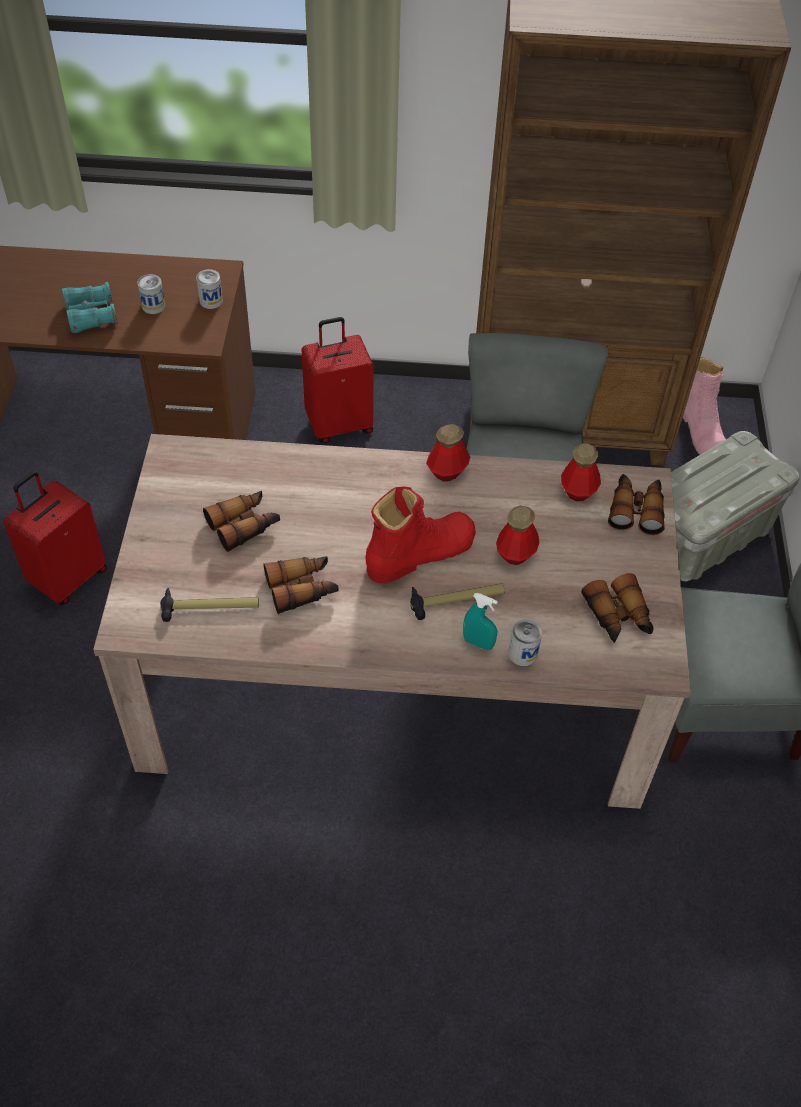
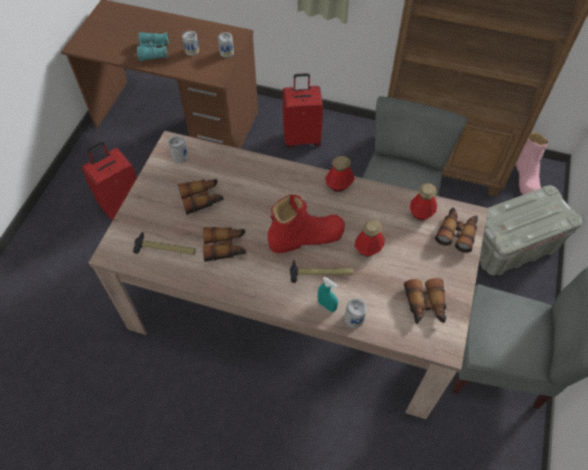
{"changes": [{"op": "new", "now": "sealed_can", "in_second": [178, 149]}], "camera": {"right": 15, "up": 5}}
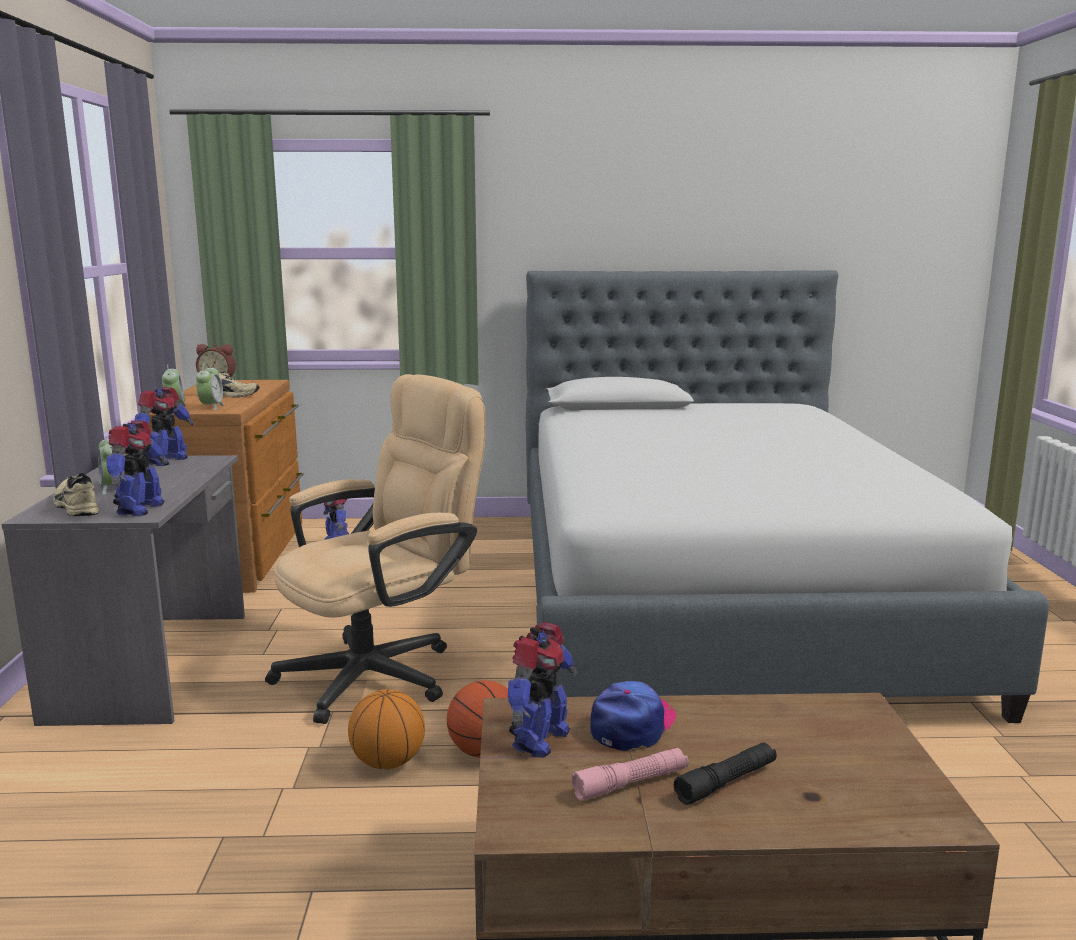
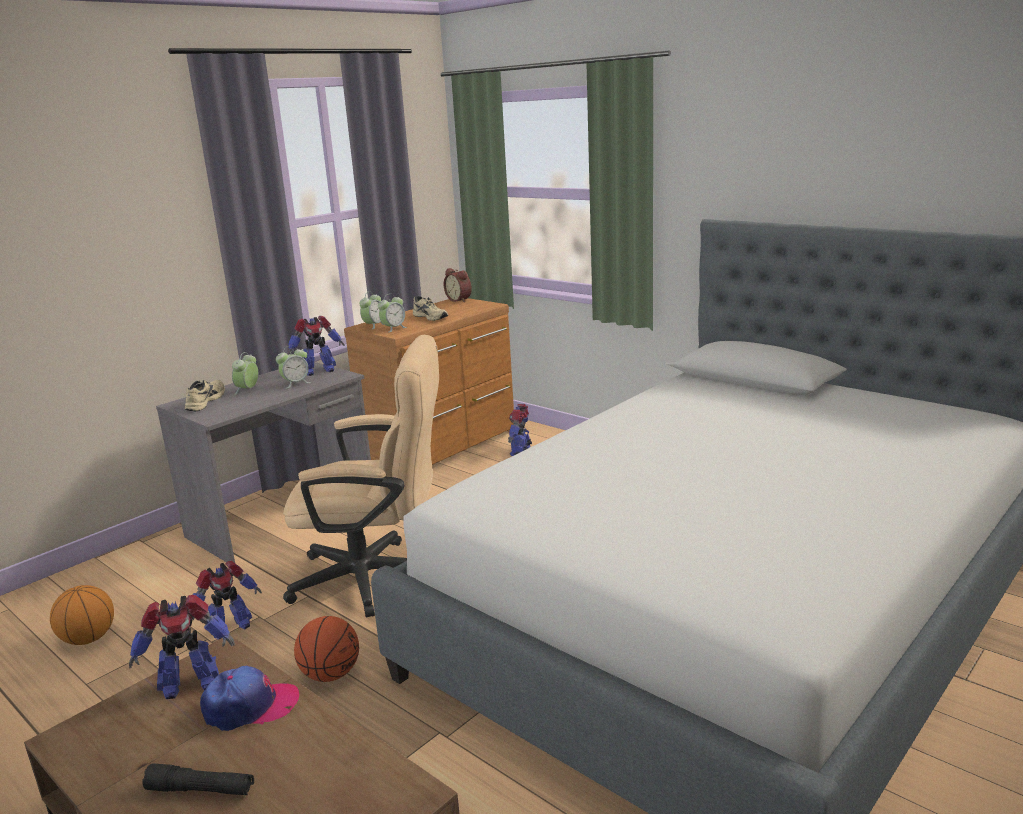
{"changes": [{"op": "gone", "was": "pink_flashlight", "in_first": [630, 774]}, {"op": "new", "now": "alarm_clock", "in_second": [293, 367]}, {"op": "shifted", "was": "robot_figure", "in_first": [136, 468], "in_second": [227, 600]}, {"op": "shifted", "was": "basketball", "in_first": [386, 729], "in_second": [82, 615]}], "camera": {"right": 45, "up": 5}}
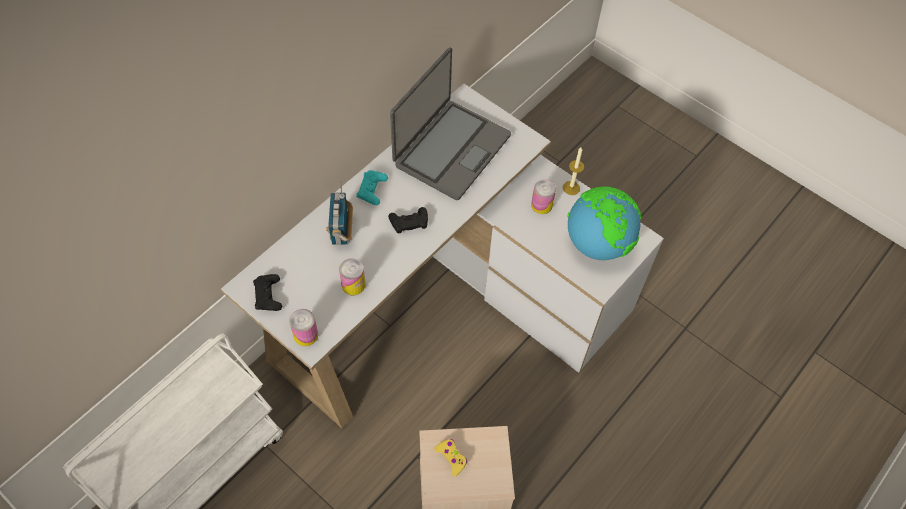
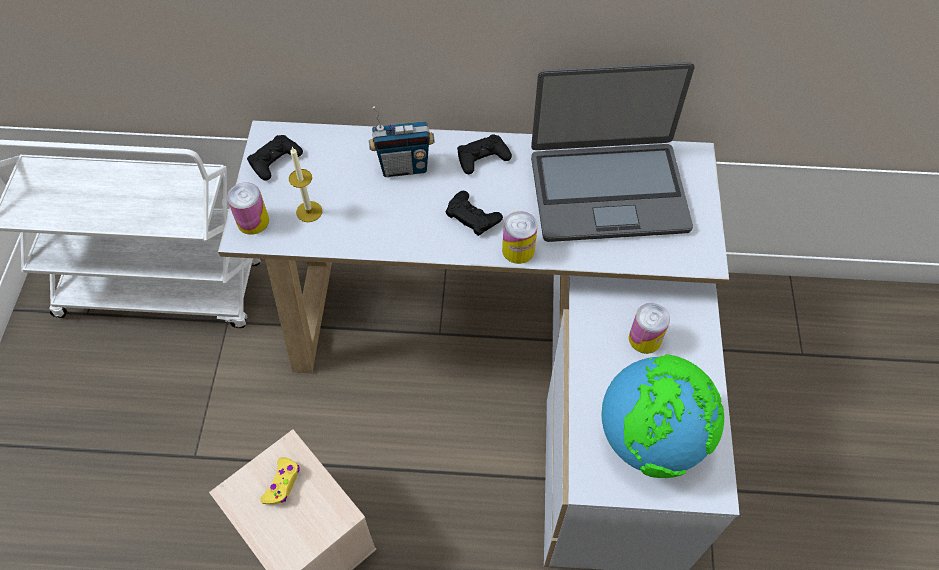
{"changes": [{"op": "shifted", "was": "sealed_can", "in_first": [352, 276], "in_second": [519, 237]}, {"op": "shifted", "was": "wax_candle", "in_first": [573, 171], "in_second": [305, 184]}, {"op": "repainted", "was": "turquoise_joypad", "now": "black-coloured_joypad", "in_first": [372, 187], "in_second": [484, 154]}, {"op": "rotated", "was": "radio", "in_first": [339, 212], "in_second": [402, 141], "clockwise": -150}], "camera": {"right": 55, "up": 0}}
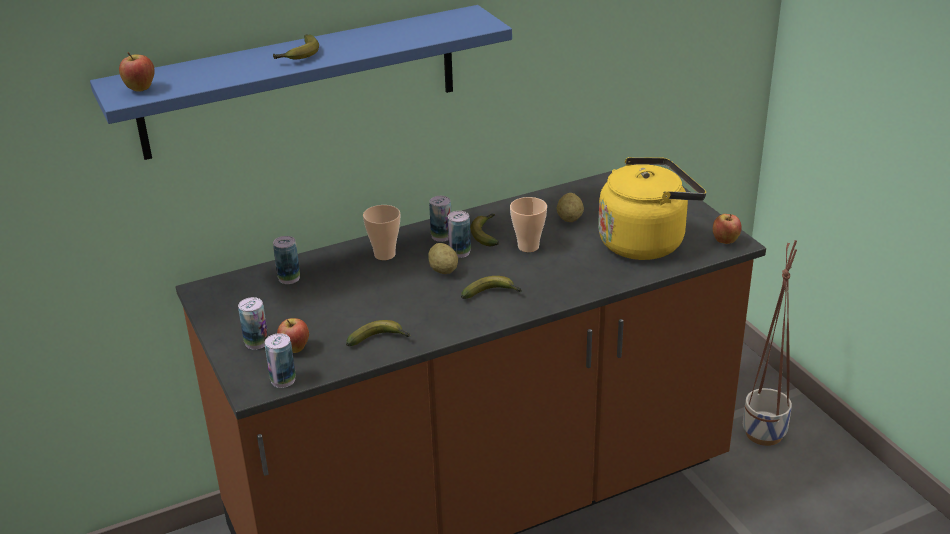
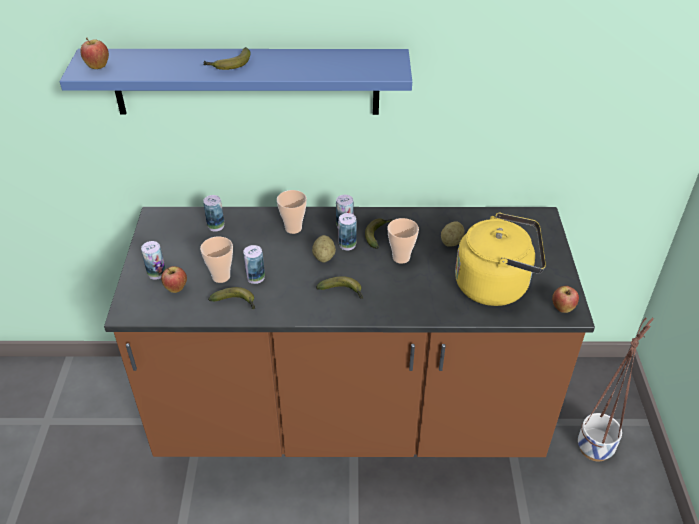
{"changes": [{"op": "new", "now": "small_cup", "in_second": [216, 259]}, {"op": "shifted", "was": "sealed_can", "in_first": [280, 360], "in_second": [254, 264]}], "camera": {"right": 25, "up": 10}}
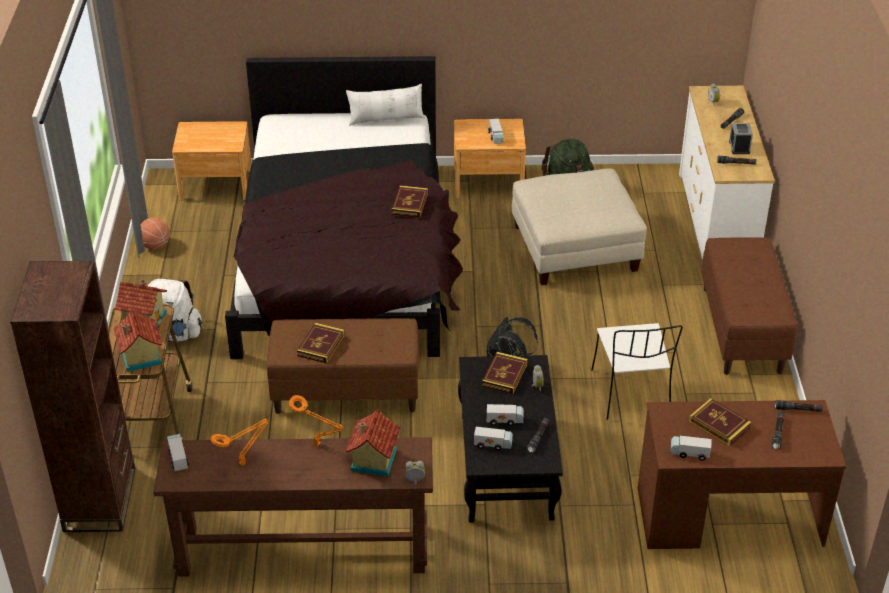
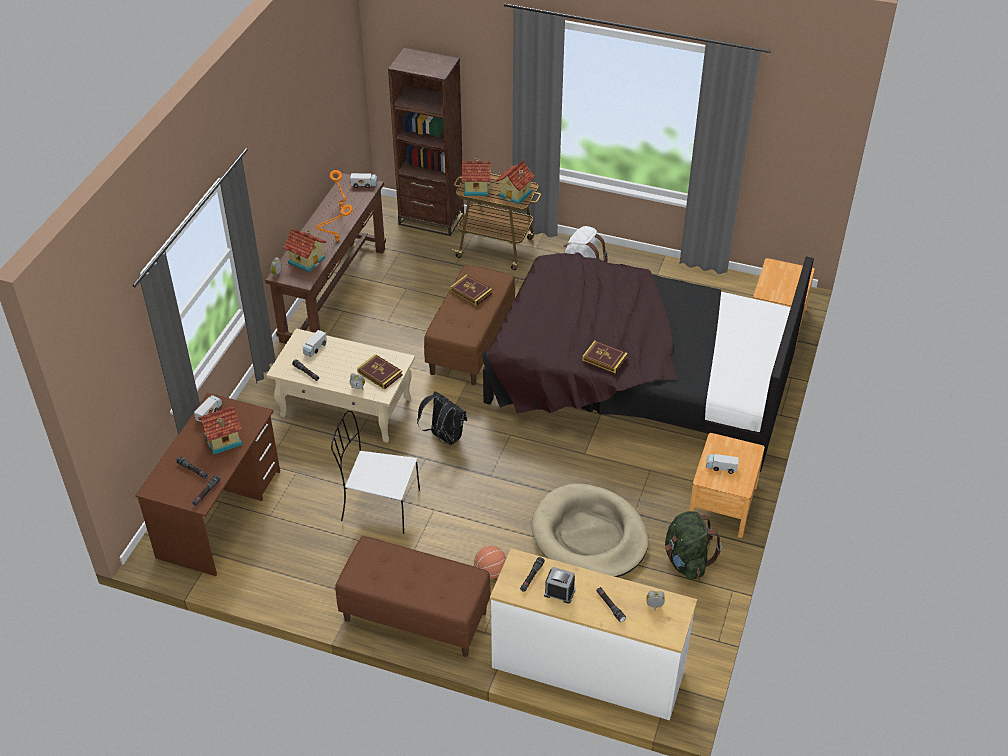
{"changes": [{"op": "gone", "was": "whitish_cushion", "in_first": [385, 105]}, {"op": "gone", "was": "toy_truck", "in_first": [505, 415]}, {"op": "shifted", "was": "basketball", "in_first": [155, 234], "in_second": [490, 563]}, {"op": "swapped", "was": "sand-coloured_ottoman", "now": "sand-coloured_dog_bed", "in_first": [579, 227], "in_second": [590, 530]}, {"op": "swapped", "was": "book", "now": "model_house", "in_first": [720, 422], "in_second": [220, 431]}, {"op": "repainted", "was": "black-coloured_low_table", "now": "sand-coloured_low_table", "in_first": [510, 439], "in_second": [340, 385]}], "camera": {"right": 110, "up": 5}}
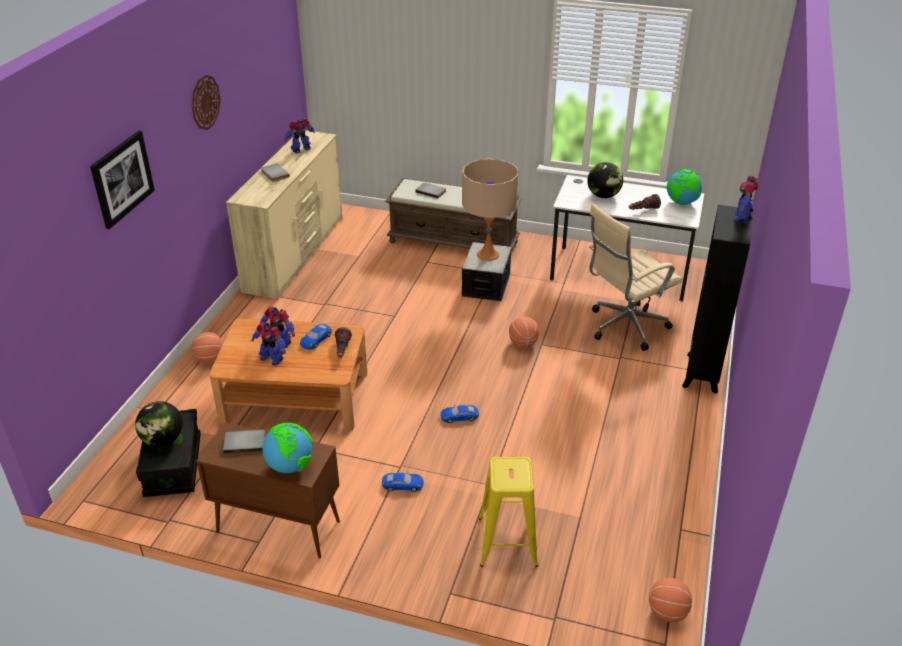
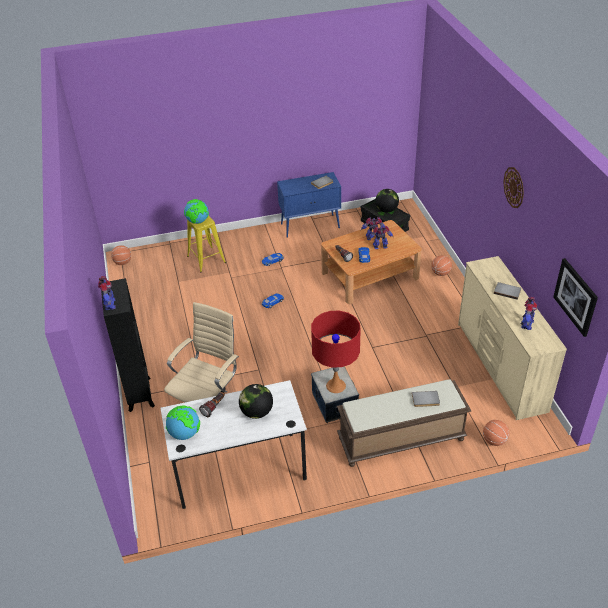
{"changes": [{"op": "shifted", "was": "wall_art", "in_first": [122, 180], "in_second": [575, 297]}, {"op": "shifted", "was": "world_globe", "in_first": [288, 448], "in_second": [196, 211]}, {"op": "shifted", "was": "basketball", "in_first": [524, 332], "in_second": [496, 433]}, {"op": "repainted", "was": "brown_cabinet", "now": "blue-coloured_cabinet", "in_first": [268, 490], "in_second": [309, 205]}, {"op": "repainted", "was": "sand-coloured_tabletop_lamp", "now": "red_tabletop_lamp", "in_first": [490, 210], "in_second": [336, 352]}], "camera": {"right": 150, "up": 5}}
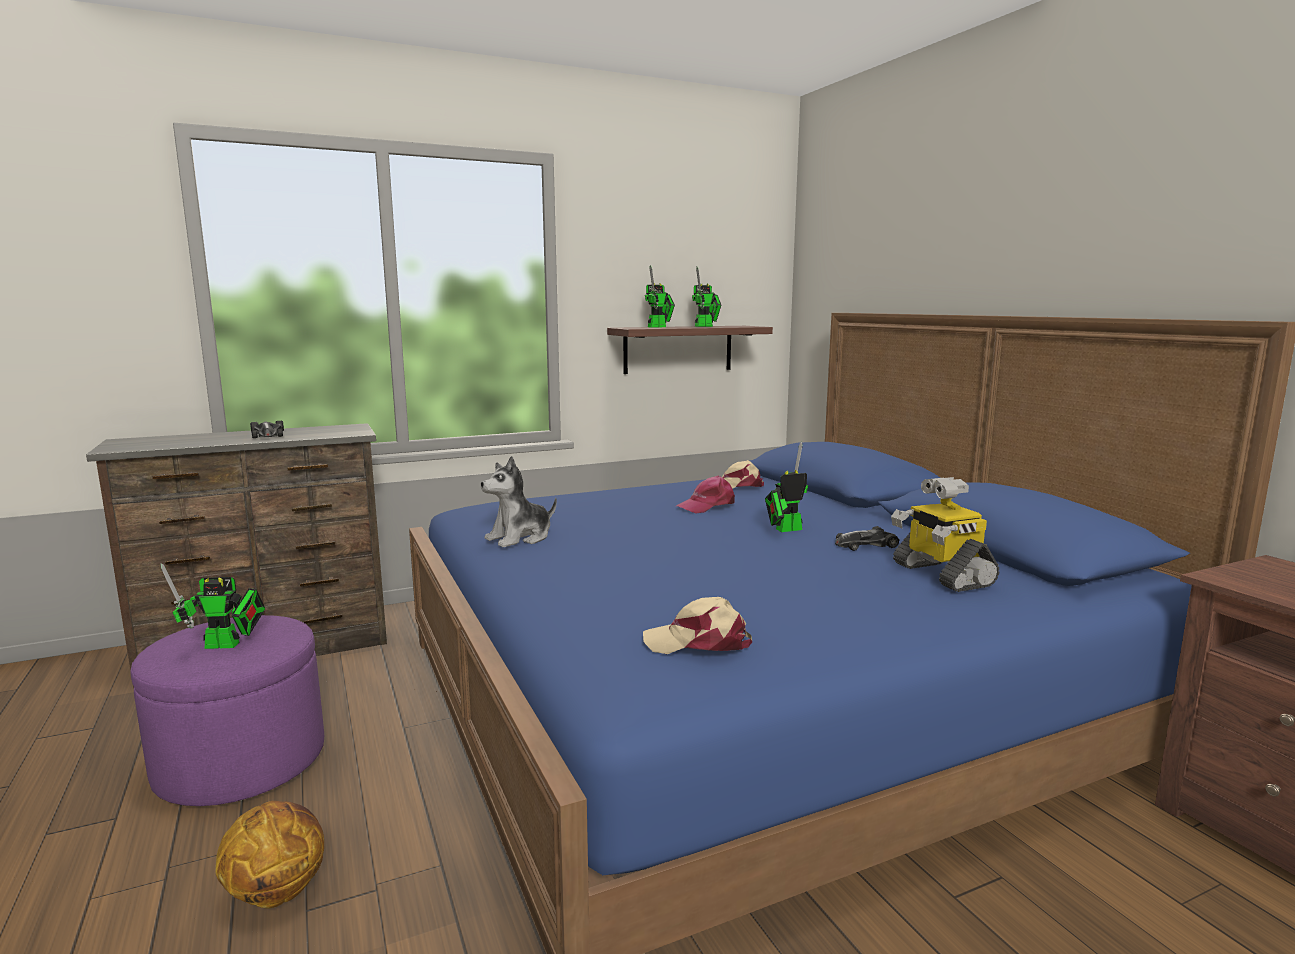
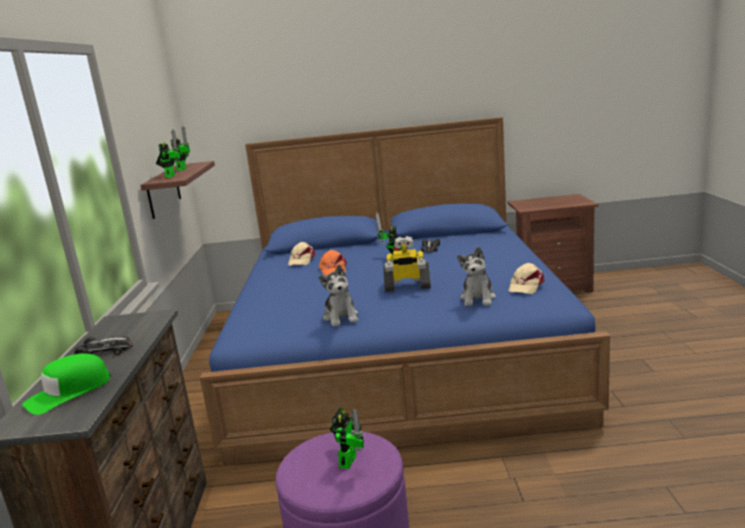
{"changes": [{"op": "gone", "was": "basketball", "in_first": [269, 855]}, {"op": "new", "now": "green-coloured_cap", "in_second": [66, 384]}, {"op": "new", "now": "plush_toy", "in_second": [476, 276]}, {"op": "shifted", "was": "robot_figure", "in_first": [945, 534], "in_second": [407, 264]}, {"op": "repainted", "was": "pink_cap", "now": "orange-coloured_cap", "in_first": [705, 495], "in_second": [333, 263]}], "camera": {"right": -65, "up": 5}}
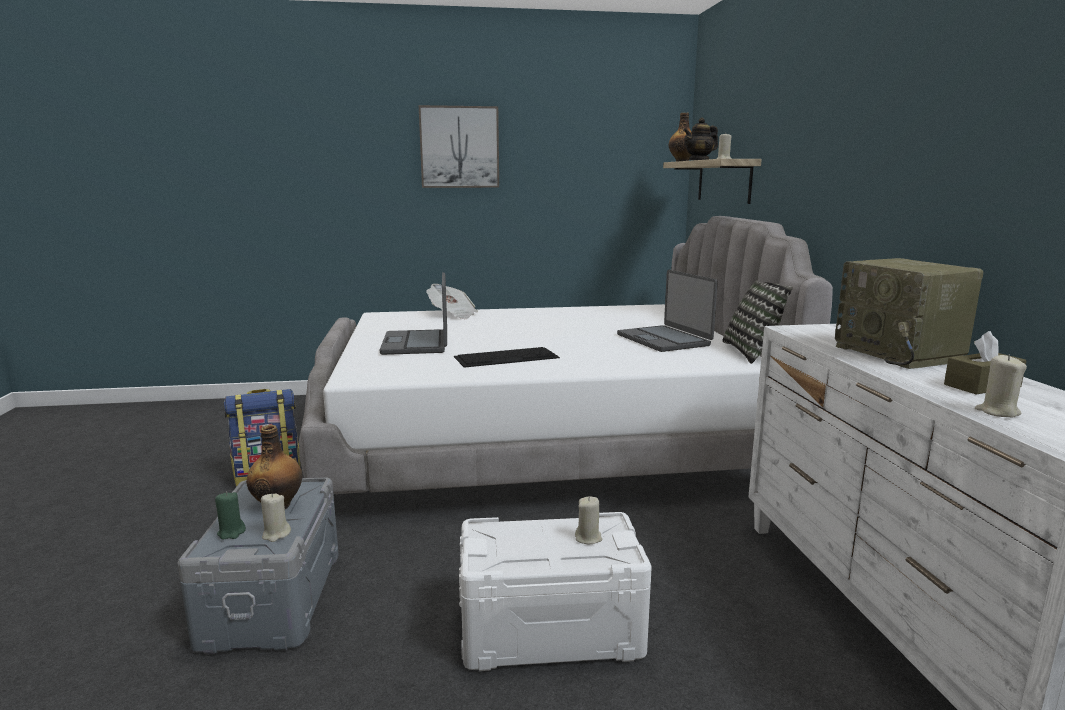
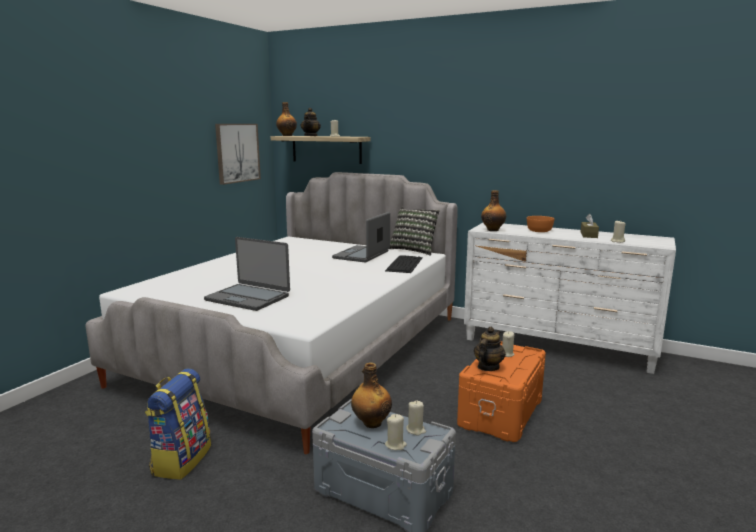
{"changes": [{"op": "gone", "was": "printed_paper", "in_first": [452, 301]}, {"op": "new", "now": "pot_for_tea", "in_second": [490, 349]}, {"op": "new", "now": "beverage_bottle", "in_second": [493, 210]}, {"op": "shifted", "was": "wall_art", "in_first": [459, 146], "in_second": [238, 154]}, {"op": "shifted", "was": "PC_keyboard", "in_first": [507, 357], "in_second": [404, 264]}, {"op": "swapped", "was": "radio", "now": "orange-coloured_deep_dish", "in_first": [909, 313], "in_second": [540, 224]}, {"op": "repainted", "was": "green-coloured_wax_candle", "now": "sand-coloured_wax_candle", "in_first": [230, 515], "in_second": [396, 432]}, {"op": "repainted", "was": "whitish_storage_container", "now": "orange-coloured_storage_container", "in_first": [555, 591], "in_second": [501, 391]}, {"op": "rotated", "was": "notebook_computer", "in_first": [667, 311], "in_second": [361, 237], "clockwise": 105}], "camera": {"right": -55, "up": 0}}
